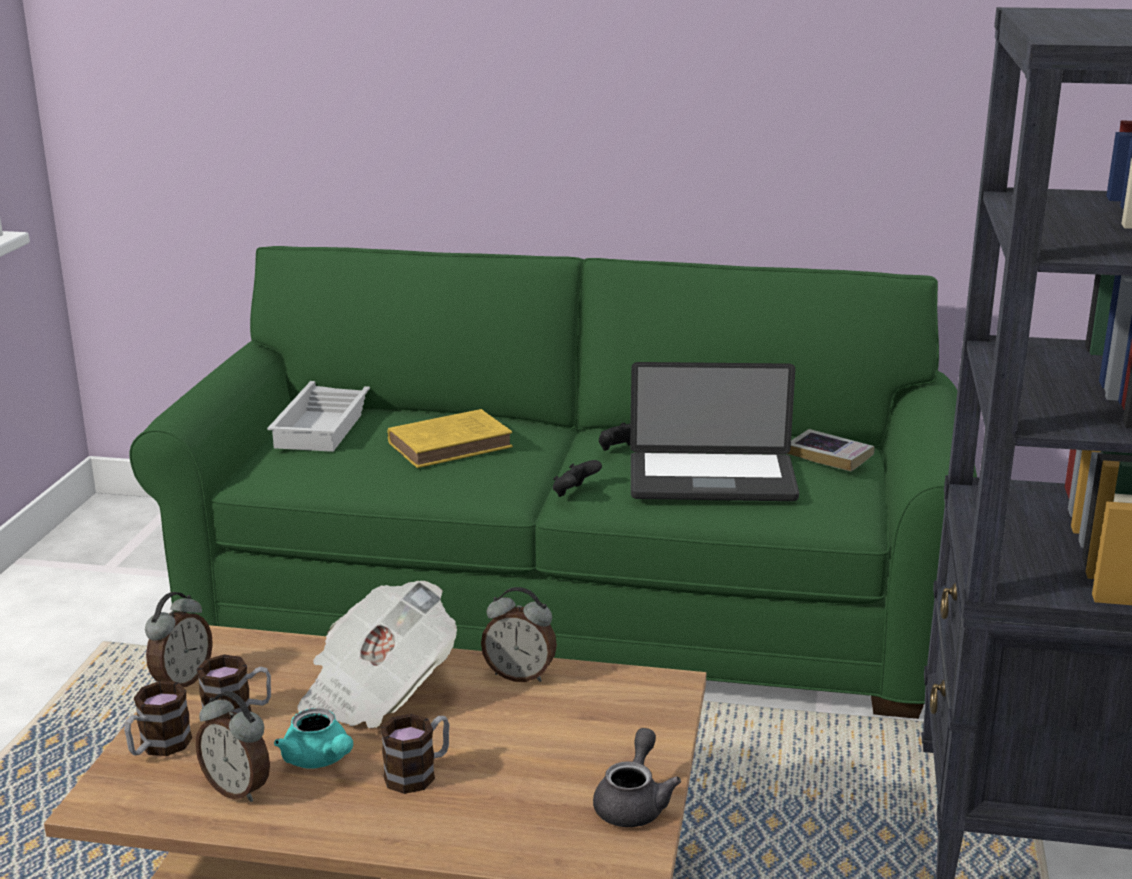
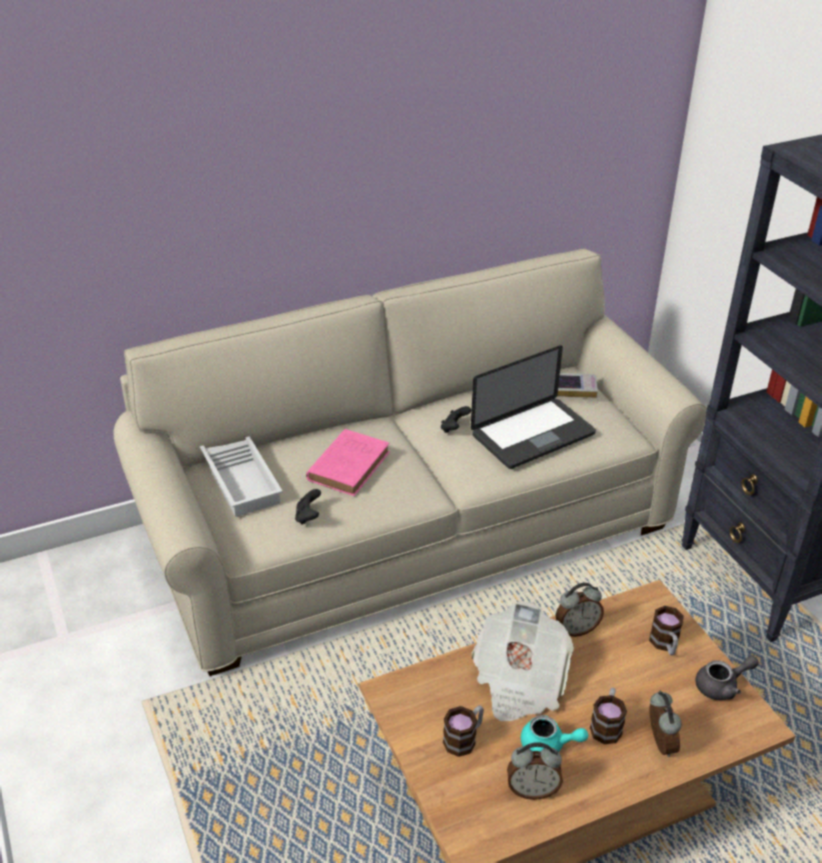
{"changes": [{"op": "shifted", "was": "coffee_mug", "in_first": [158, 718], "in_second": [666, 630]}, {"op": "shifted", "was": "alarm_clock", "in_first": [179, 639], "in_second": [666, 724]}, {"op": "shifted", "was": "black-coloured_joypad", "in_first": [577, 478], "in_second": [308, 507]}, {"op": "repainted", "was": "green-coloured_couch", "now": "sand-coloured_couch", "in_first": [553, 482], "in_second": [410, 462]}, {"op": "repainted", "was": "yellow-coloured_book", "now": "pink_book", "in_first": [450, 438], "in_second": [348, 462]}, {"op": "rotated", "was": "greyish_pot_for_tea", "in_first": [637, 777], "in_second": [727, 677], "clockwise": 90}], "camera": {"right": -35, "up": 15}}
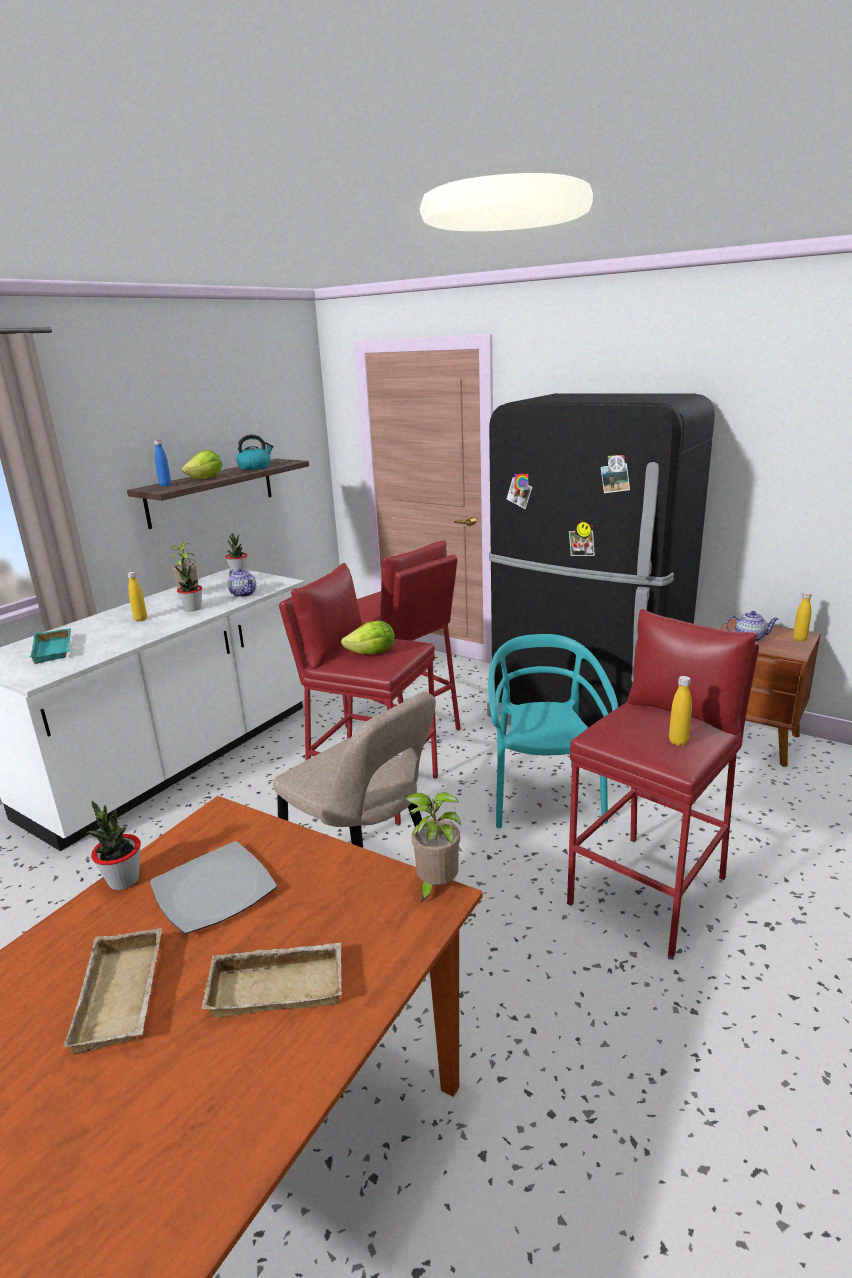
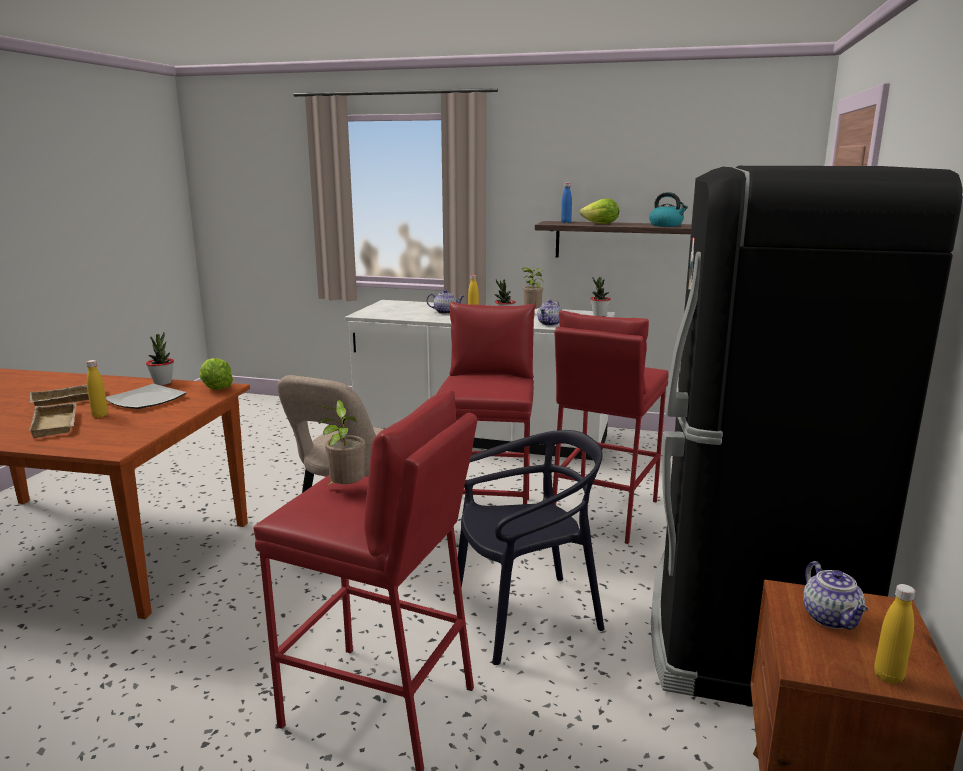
{"changes": [{"op": "gone", "was": "turquoise_tray", "in_first": [50, 646]}, {"op": "new", "now": "pot_for_tea", "in_second": [445, 302]}, {"op": "shifted", "was": "lettuce_head", "in_first": [368, 637], "in_second": [216, 374]}, {"op": "shifted", "was": "plant_in_a_pot", "in_first": [433, 848], "in_second": [341, 443]}, {"op": "shifted", "was": "yellow-coloured_beverage_bottle", "in_first": [680, 711], "in_second": [97, 389]}, {"op": "repainted", "was": "turquoise_chair", "now": "black-coloured_chair", "in_first": [553, 731], "in_second": [529, 547]}], "camera": {"right": 70, "up": -5}}
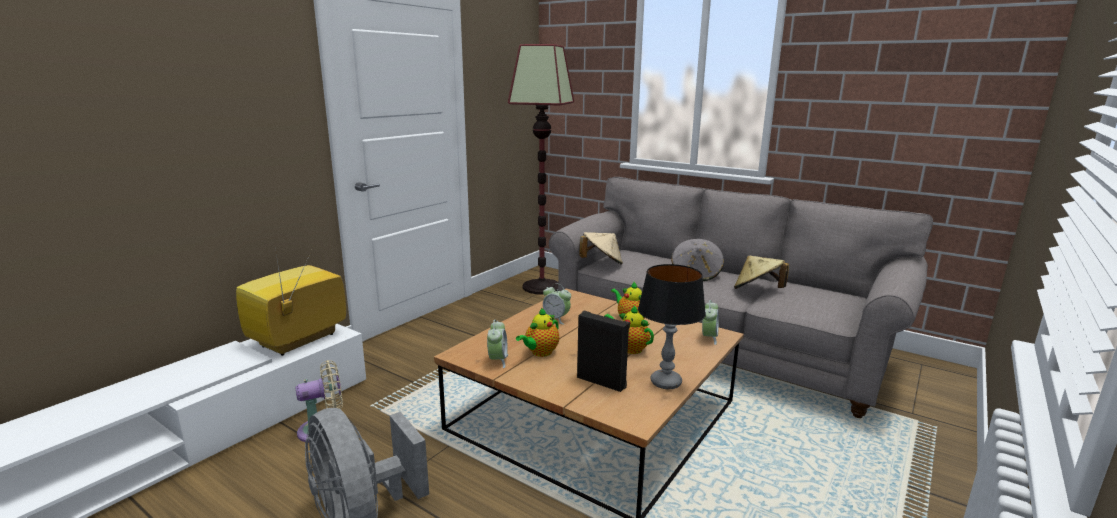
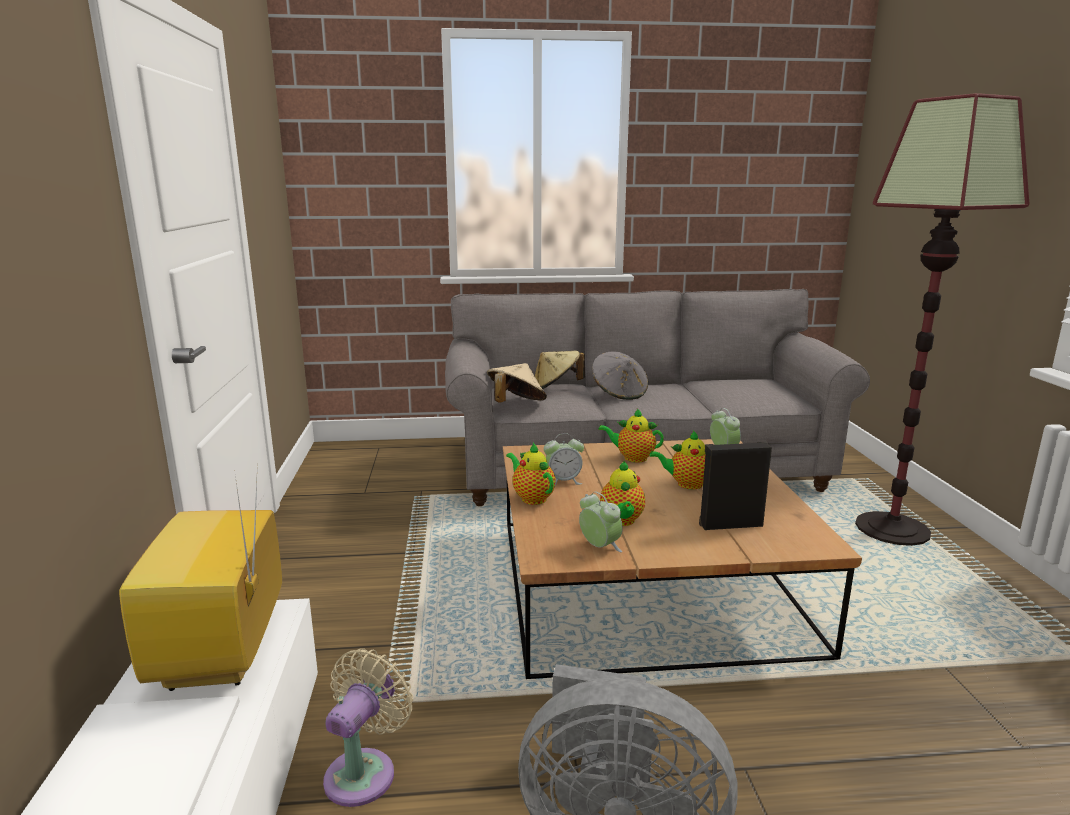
{"changes": [{"op": "gone", "was": "tabletop_lamp", "in_first": [672, 326]}, {"op": "new", "now": "pot_for_tea", "in_second": [531, 473]}, {"op": "shifted", "was": "floor_lamp", "in_first": [541, 169], "in_second": [942, 319]}, {"op": "shifted", "was": "sand-coloured_wearable_hat", "in_first": [761, 272], "in_second": [560, 369]}], "camera": {"right": -40, "up": 0}}
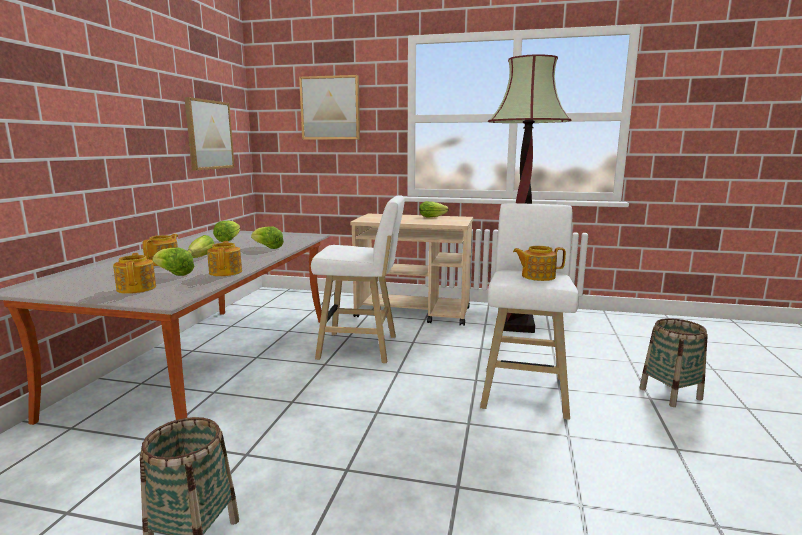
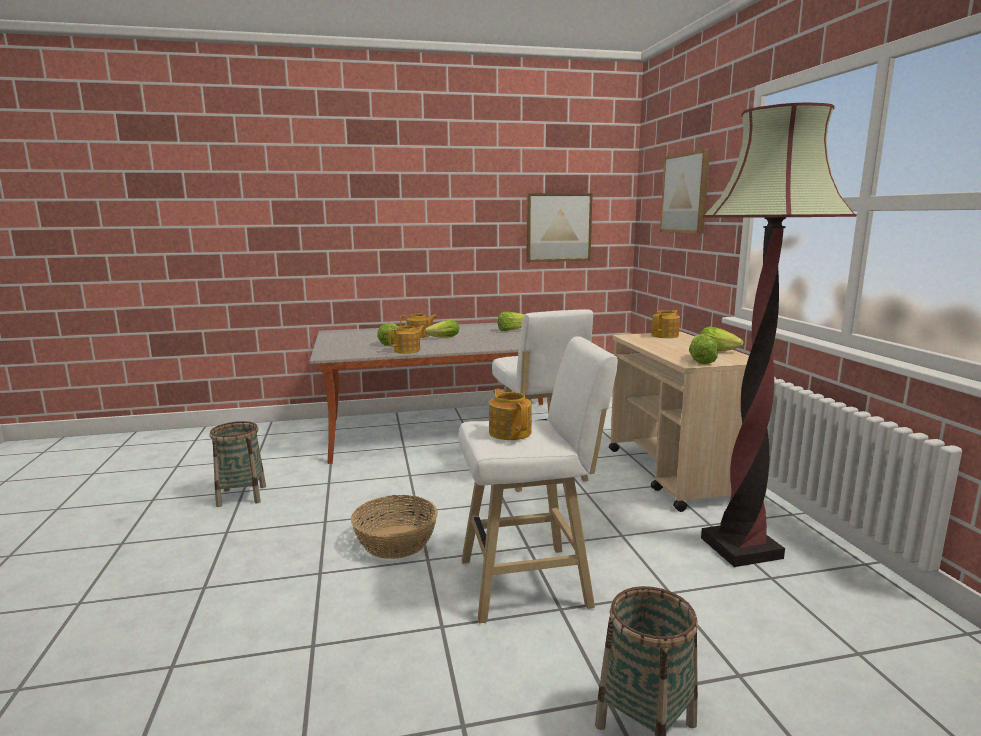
{"changes": [{"op": "new", "now": "basket", "in_second": [394, 527]}, {"op": "shifted", "was": "pot_for_tea", "in_first": [134, 273], "in_second": [665, 324]}, {"op": "shifted", "was": "lettuce_head", "in_first": [267, 237], "in_second": [703, 349]}], "camera": {"right": 65, "up": 0}}
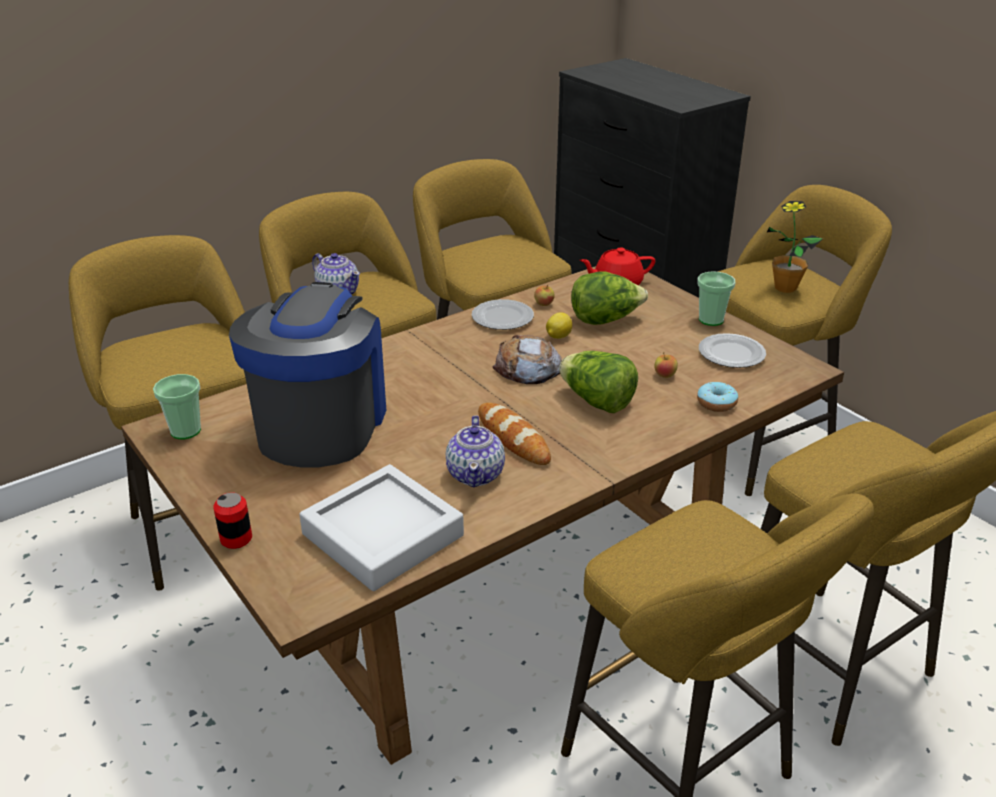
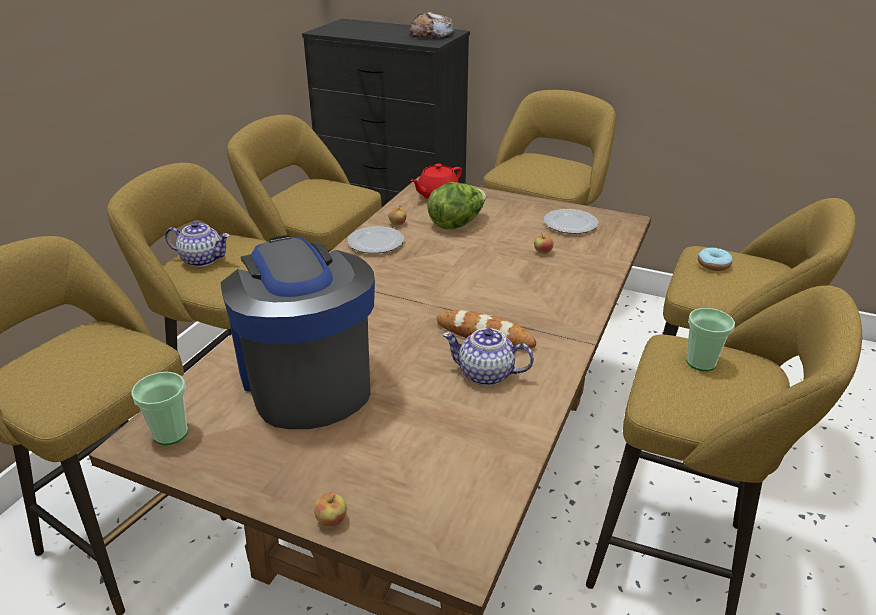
{"changes": [{"op": "gone", "was": "greyish_tray", "in_first": [381, 527]}, {"op": "gone", "was": "citrus_fruit", "in_first": [559, 325]}, {"op": "gone", "was": "lettuce_head", "in_first": [598, 382]}, {"op": "gone", "was": "plant_in_a_pot", "in_first": [795, 247]}, {"op": "shifted", "was": "baked_bread", "in_first": [527, 359], "in_second": [432, 25]}, {"op": "shifted", "was": "small_cup", "in_first": [716, 298], "in_second": [710, 339]}, {"op": "shifted", "was": "doughnut", "in_first": [717, 397], "in_second": [715, 259]}, {"op": "swapped", "was": "sealed_can", "now": "apple_fruit", "in_first": [232, 520], "in_second": [330, 509]}, {"op": "rotated", "was": "pot_for_tea", "in_first": [475, 451], "in_second": [488, 357], "clockwise": 135}], "camera": {"right": -30, "up": 0}}
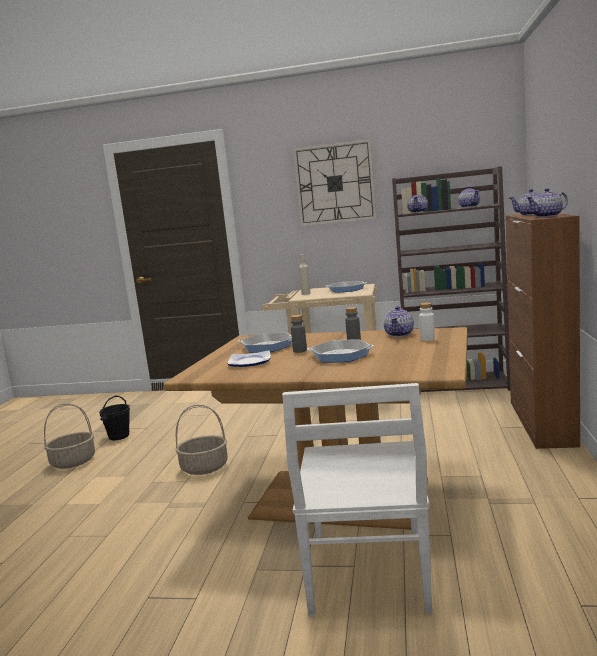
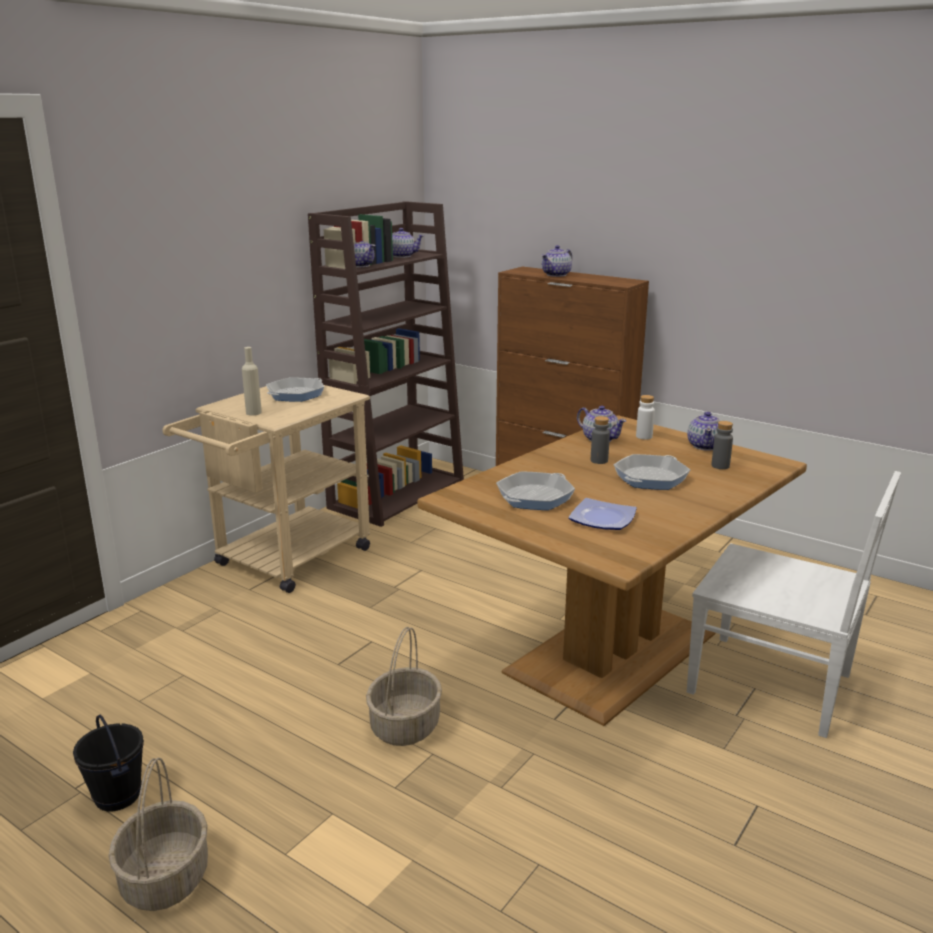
{"changes": [{"op": "gone", "was": "wall_clock", "in_first": [335, 182]}, {"op": "shifted", "was": "greyish_beverage_bottle", "in_first": [299, 334], "in_second": [722, 445]}, {"op": "shifted", "was": "pot_for_tea", "in_first": [547, 203], "in_second": [703, 431]}], "camera": {"right": -65, "up": 10}}
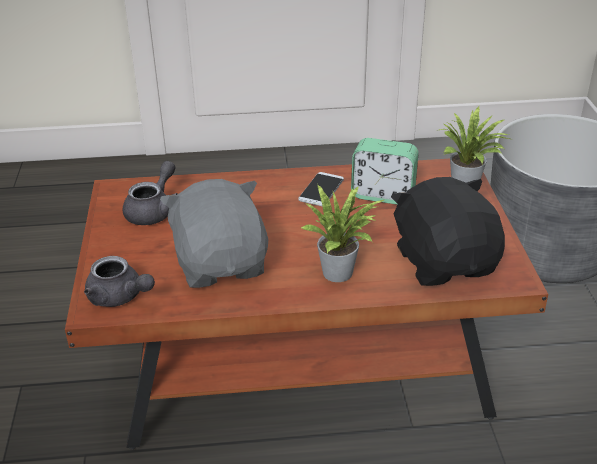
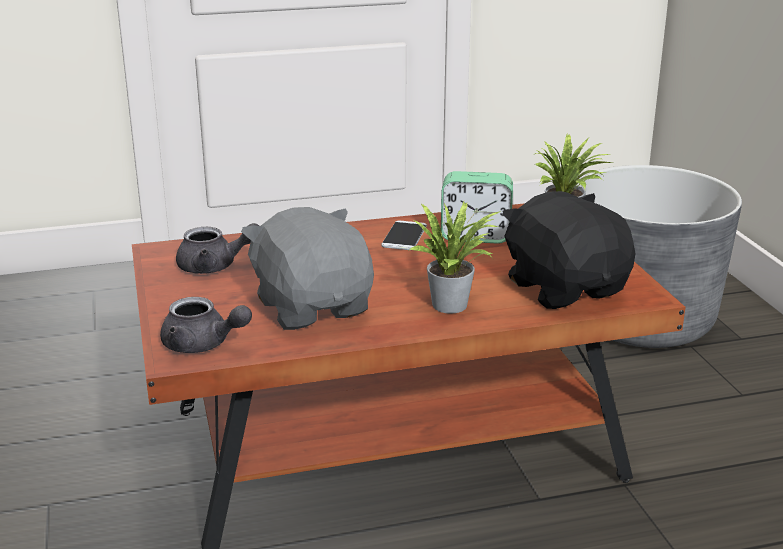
{"changes": [{"op": "rotated", "was": "greyish_pot_for_tea", "in_first": [150, 193], "in_second": [217, 248], "clockwise": 75}], "camera": {"right": -10, "up": -10}}
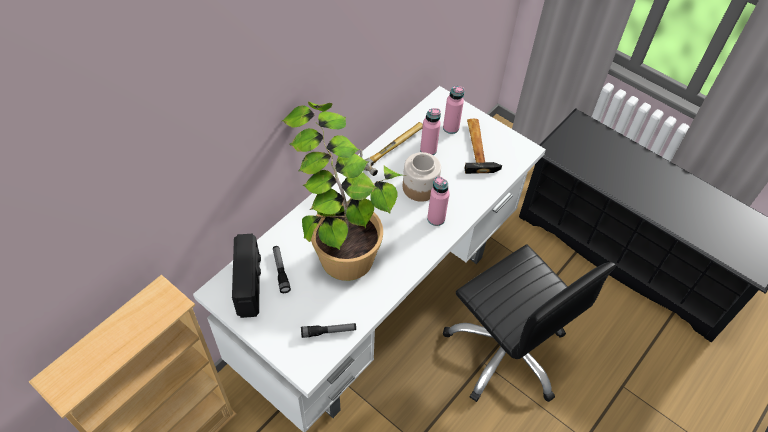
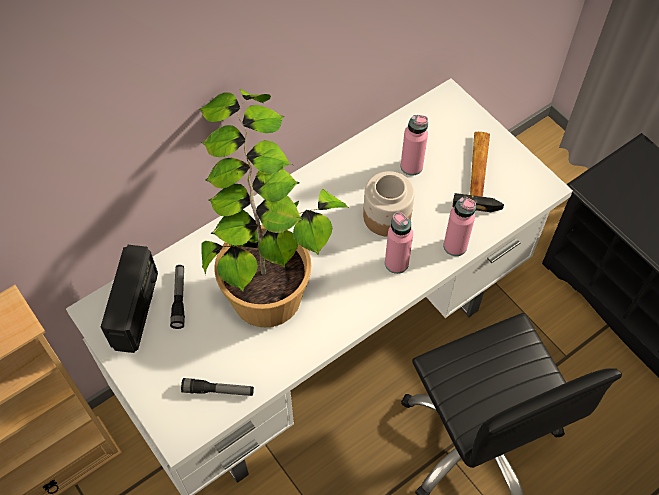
{"changes": [{"op": "gone", "was": "hammer", "in_first": [391, 149]}, {"op": "shifted", "was": "pink_beverage_bottle", "in_first": [453, 110], "in_second": [459, 226]}], "camera": {"right": 15, "up": 5}}
